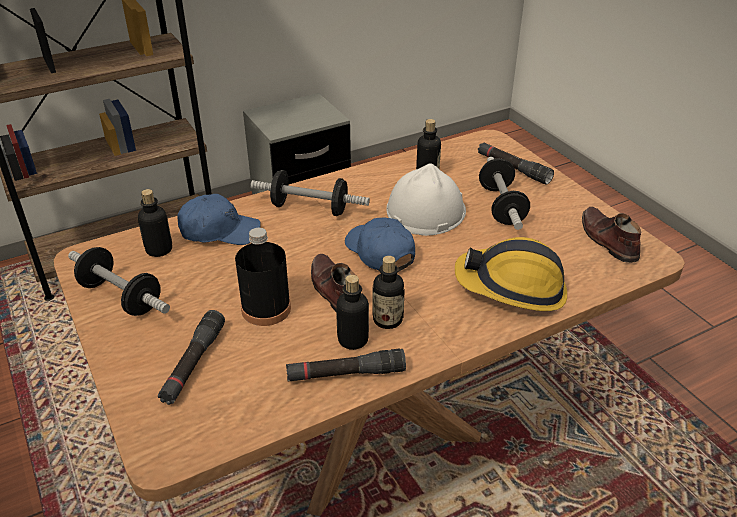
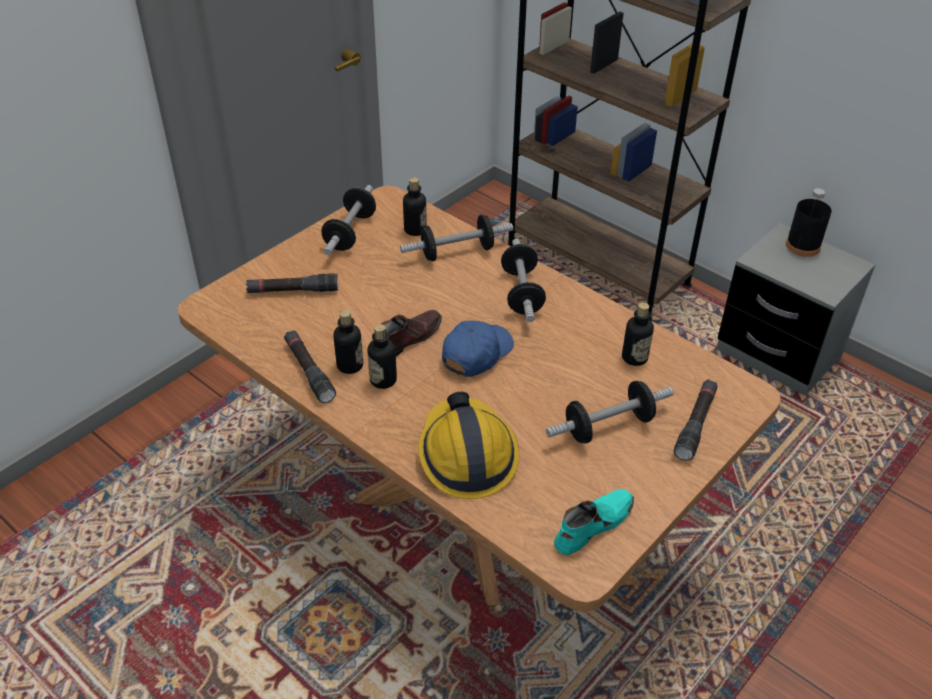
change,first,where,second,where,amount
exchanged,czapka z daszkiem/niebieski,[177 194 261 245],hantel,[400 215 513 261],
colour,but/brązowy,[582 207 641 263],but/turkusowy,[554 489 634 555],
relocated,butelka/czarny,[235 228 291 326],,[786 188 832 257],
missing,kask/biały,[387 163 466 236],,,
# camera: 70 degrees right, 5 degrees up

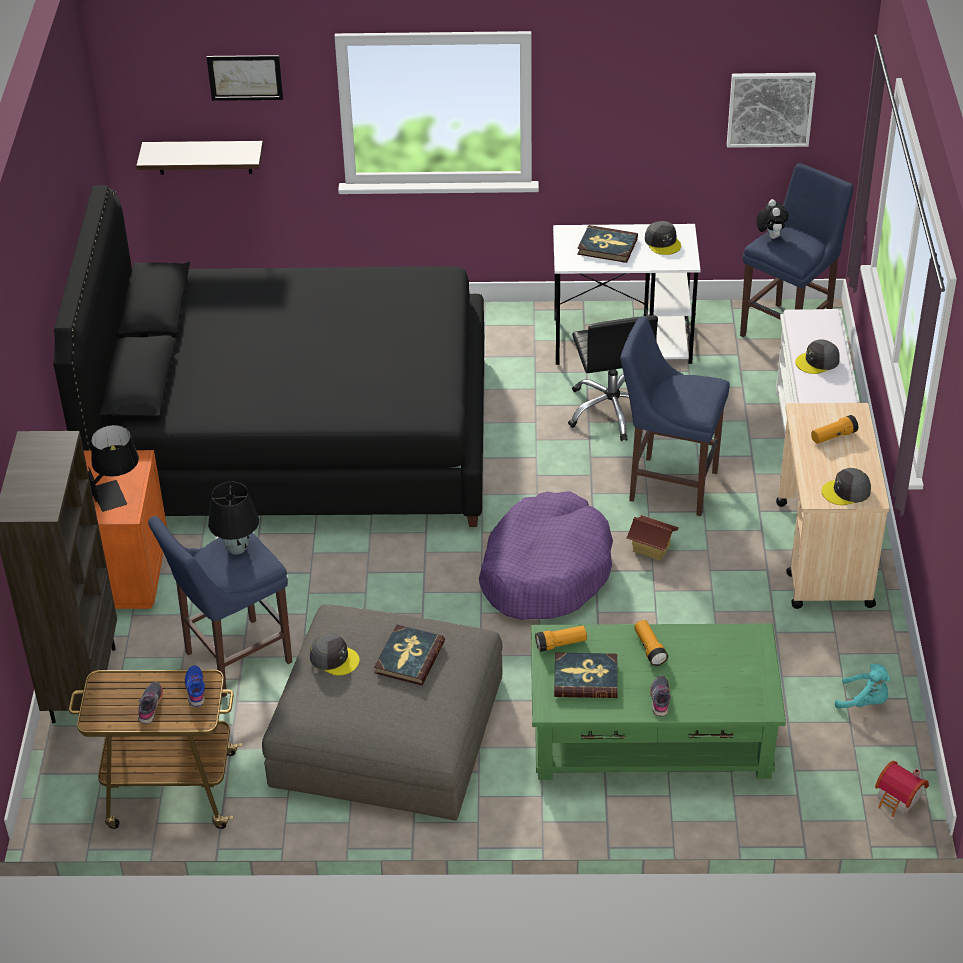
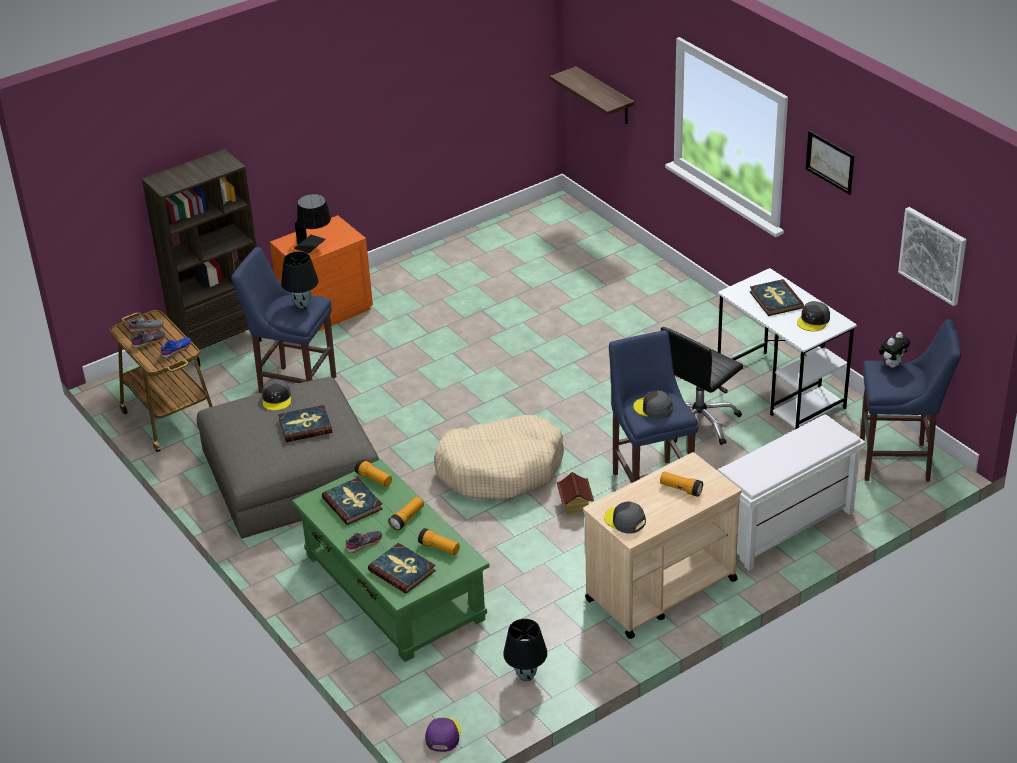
change,first,where,second,where,amount
appeared,,,but/szary,[128 317 164 333],
appeared,,,książka,[368 543 436 594],
appeared,,,latarka,[418 528 460 555],
exchanged,domek,[875 761 929 817],czapka z daszkiem/fioletowy,[425 717 461 752],
colour,legowisko/fioletowy,[479 491 613 620],legowisko/beżowy,[434 415 564 501],
exchanged,pluszak/turkusowy,[835 664 890 709],lampa stołowa/czarny,[503 619 547 681],
relocated,czapka z daszkiem/szary,[795 339 840 374],,[633 391 673 419],
relocated,obraz,[207 55 283 101],,[806 130 854 195],
missing,łóżko/czarny,[53 185 484 527],,,
# camera: 55 degrees right, 5 degrees down

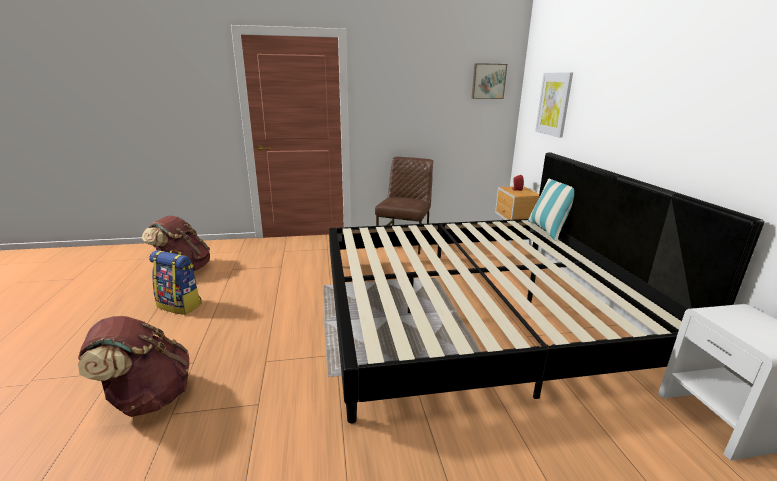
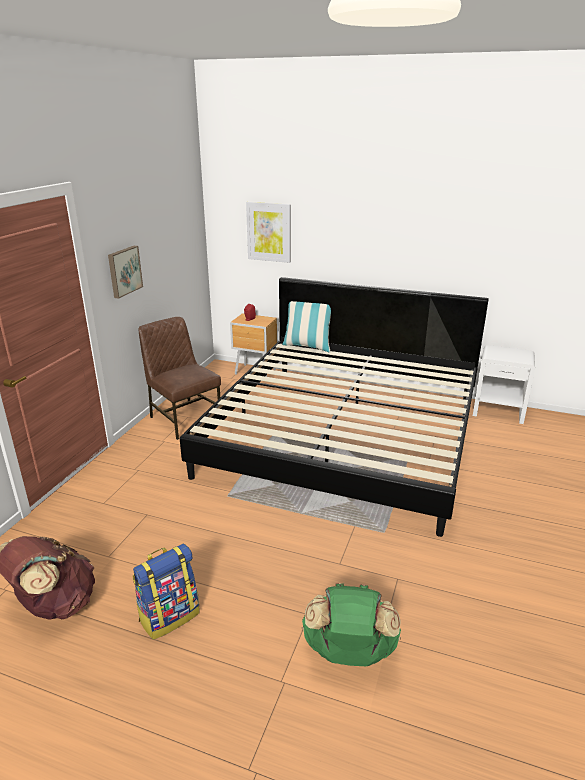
change,first,where,second,where,amount
relocated,obraz,[471 63 507 99],,[108 246 143 299],
colour,plecak/brązowy,[78 316 190 417],plecak/zielony,[302 583 401 666],
# camera: 60 degrees left, 5 degrees up

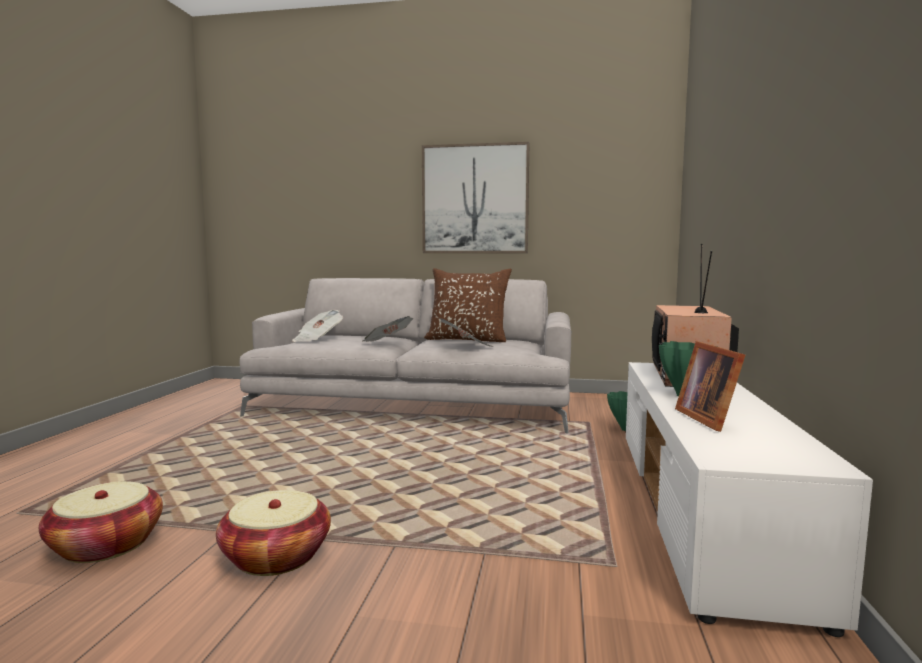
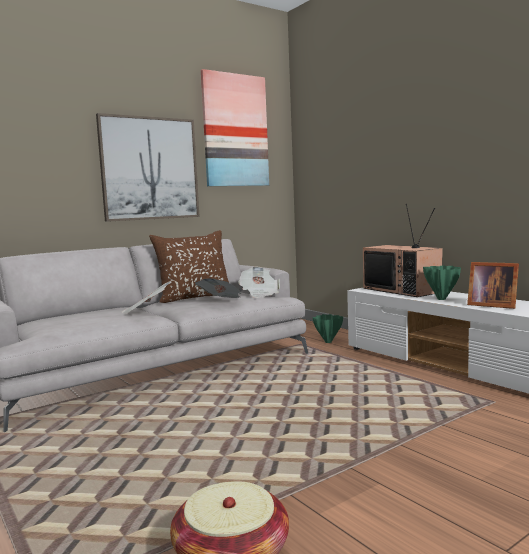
change,first,where,second,where,amount
appeared,,,obraz,[201 69 269 186],
relocated,gazeta,[292 310 343 342],,[238 267 280 298],
missing,koszyk,[216 490 331 576],,,
# camera: 45 degrees left, 0 degrees up

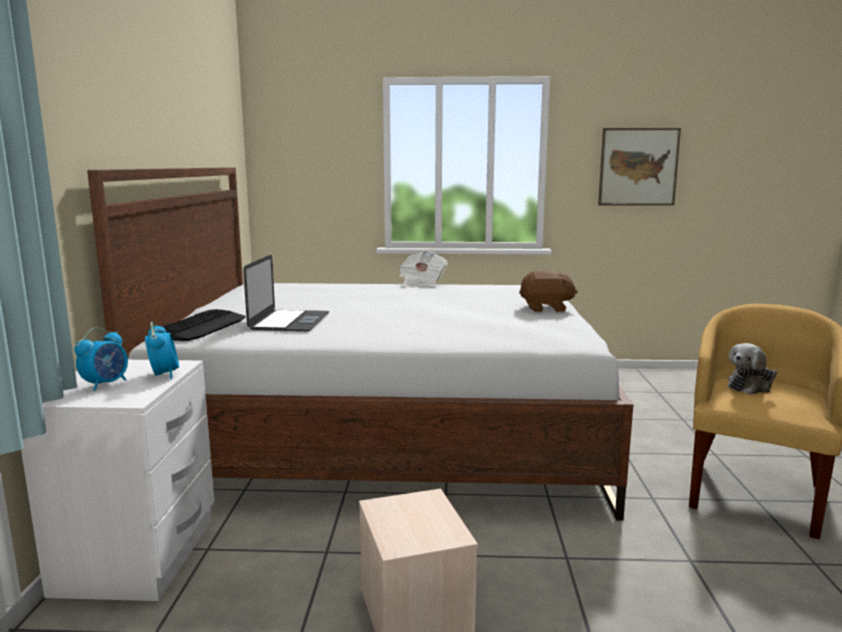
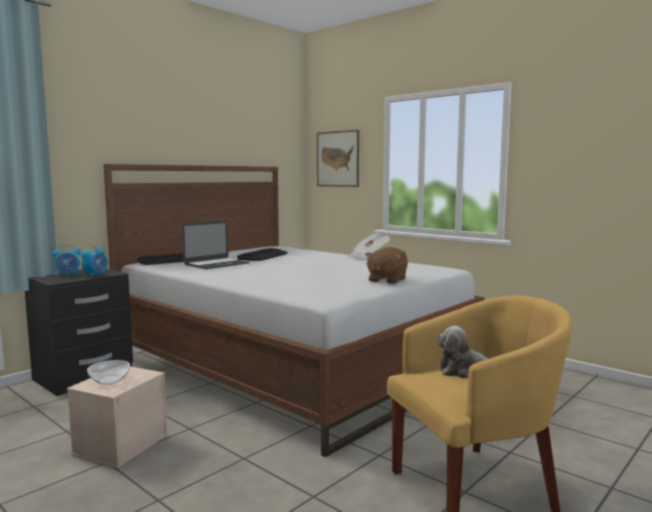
change,first,where,second,where,amount
colour,szafka nocna/biały,[21 360 214 601],szafka nocna/czarny,[25 269 133 396],
appeared,,,miska,[87 360 130 385],
appeared,,,klawiatura,[237 248 288 261],
relocated,obraz,[598 128 681 206],,[317 130 359 187],
spun,pluszak/brązowy,[519 270 578 312],,[365 247 408 284],75 degrees clockwise
# camera: 40 degrees right, 5 degrees down

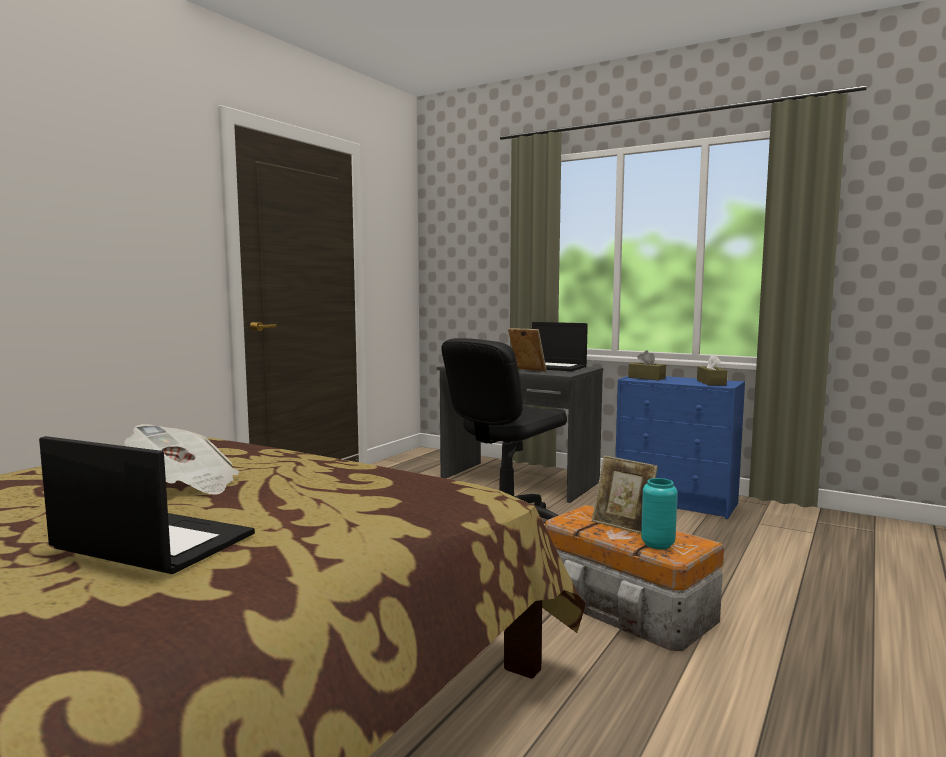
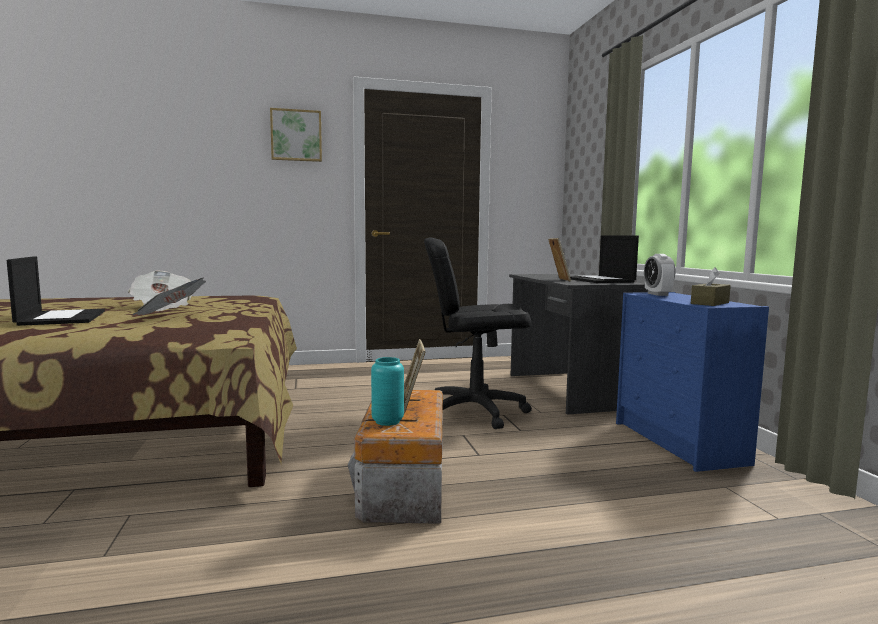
change,first,where,second,where,amount
appeared,,,gazeta,[133 278 206 315],
appeared,,,obraz,[270 108 322 162],
exchanged,pudełko chusteczek/brązowy,[628 351 666 380],budzik,[644 254 675 296],
# camera: 45 degrees right, 0 degrees up

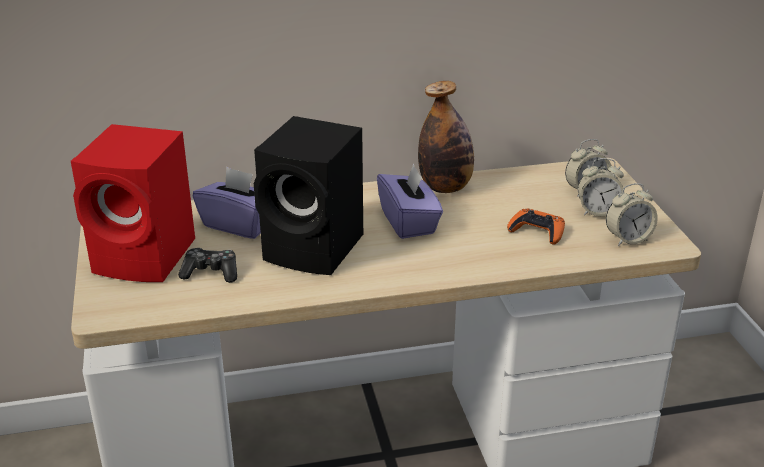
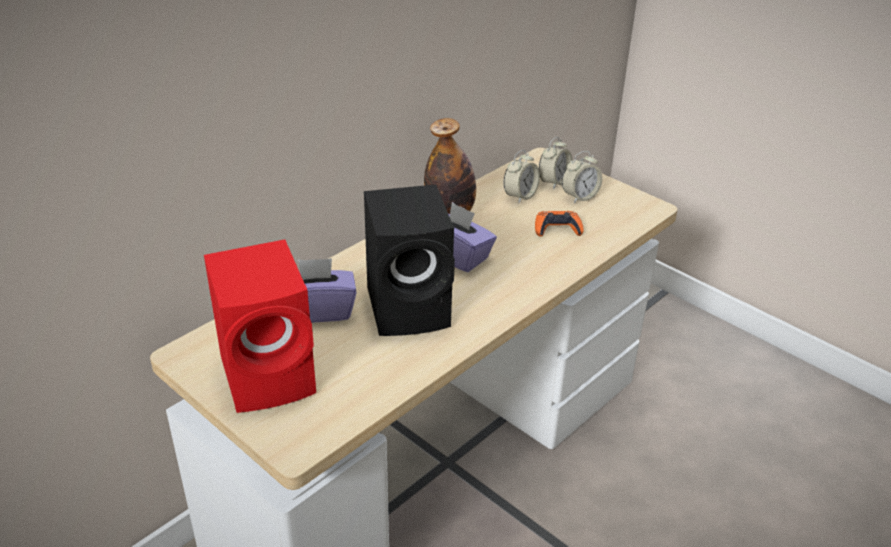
change,first,where,second,where,amount
relocated,budzik,[606 183 658 246],,[504 150 540 203],
missing,pad do gier,[178 248 237 283],,,
# camera: 35 degrees left, 5 degrees up

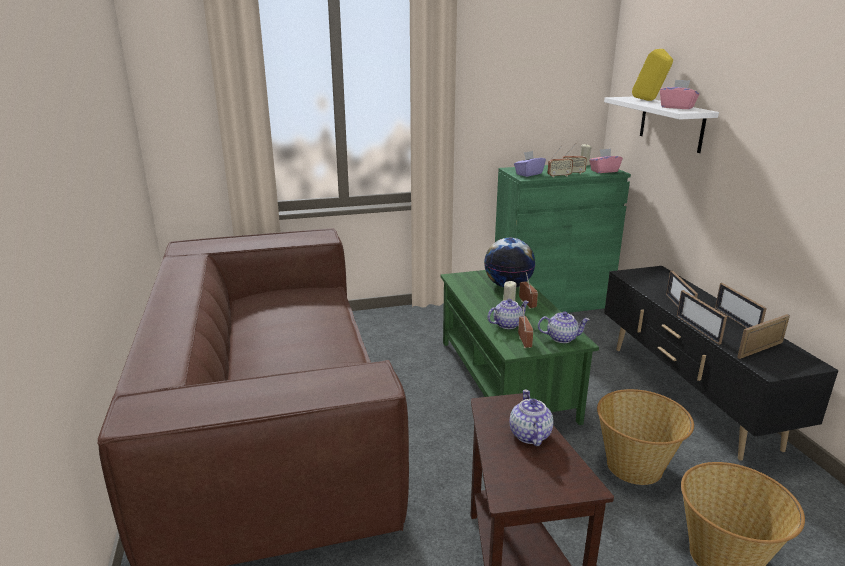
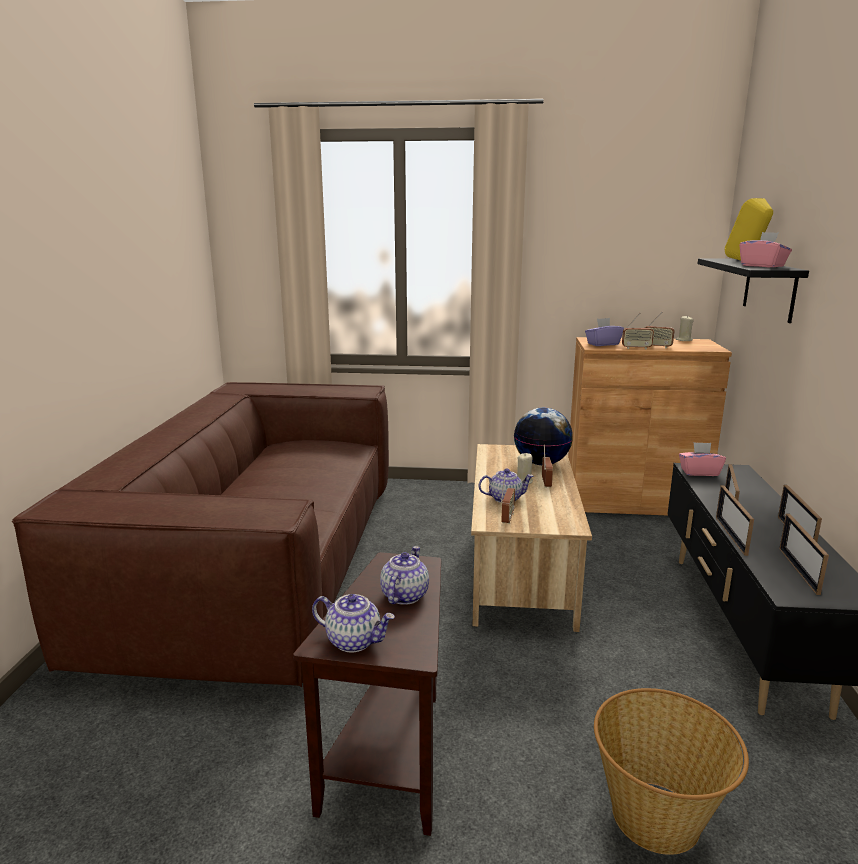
change,first,where,second,where,amount
relocated,imbryk,[538 311 590 343],,[312 594 395 653],
colour,ława/zielony,[440 270 599 425],ława/beżowy,[471 444 592 632],
colour,szafka/zielony,[495 165 631 313],szafka/brązowy,[568 337 732 516],
relocated,pudełko chusteczek/różowy,[589 149 623 173],,[679 442 726 476],
colour,półka/biały,[604 96 719 153],półka/czarny,[698 258 809 323],
spun,ramka na zdjęcie,[737 314 790 359],,[779 513 829 595],75 degrees counterclockwise
missing,koszyk,[597 389 694 485],,,
# camera: 20 degrees right, 5 degrees down

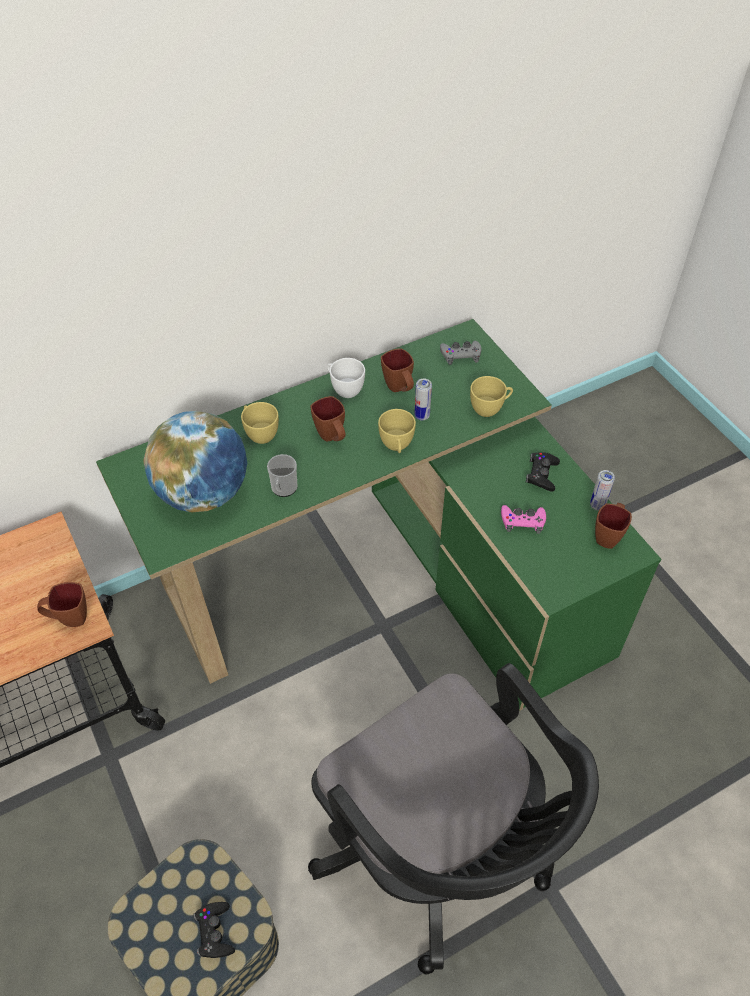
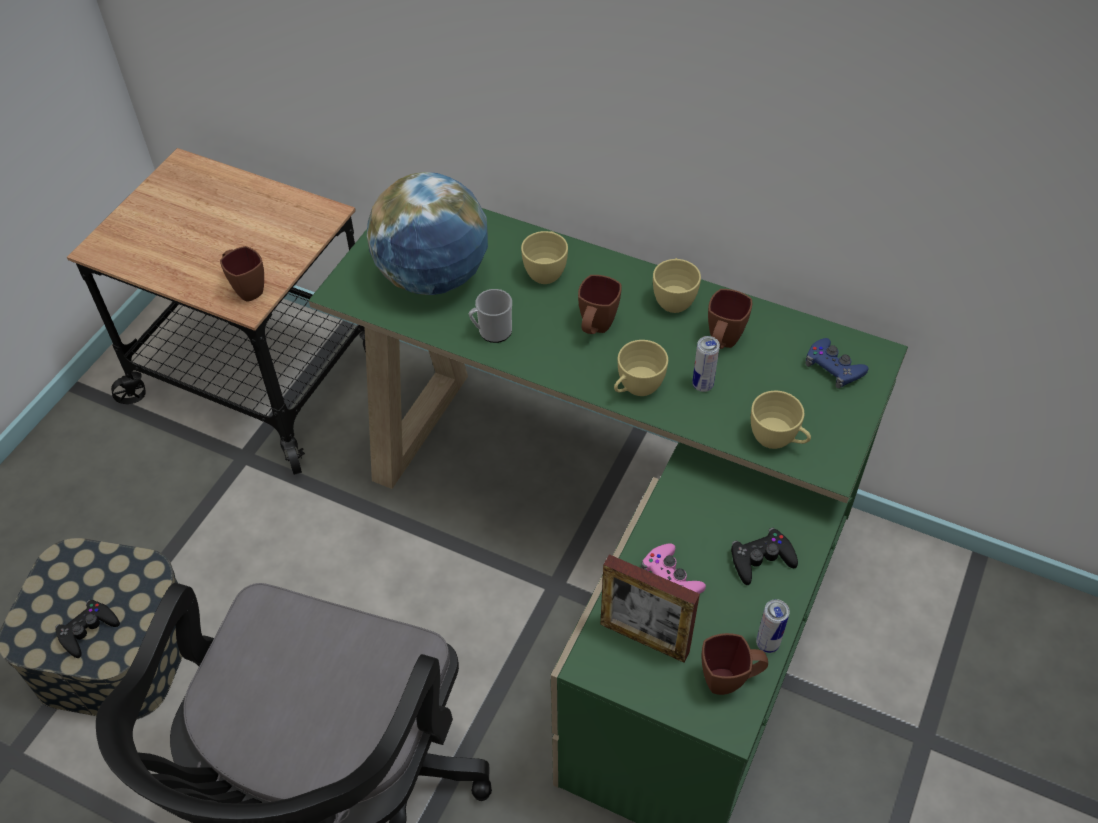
change,first,where,second,where,amount
appeared,,,ramka na zdjęcie,[600 554 700 663],
colour,filiżanka/biały,[327 358 365 398],filiżanka/żółty,[653 258 701 313],
colour,pad do gier/szary,[440 341 482 365],pad do gier/niebieski,[805 338 868 389],
# camera: 55 degrees right, 0 degrees up

